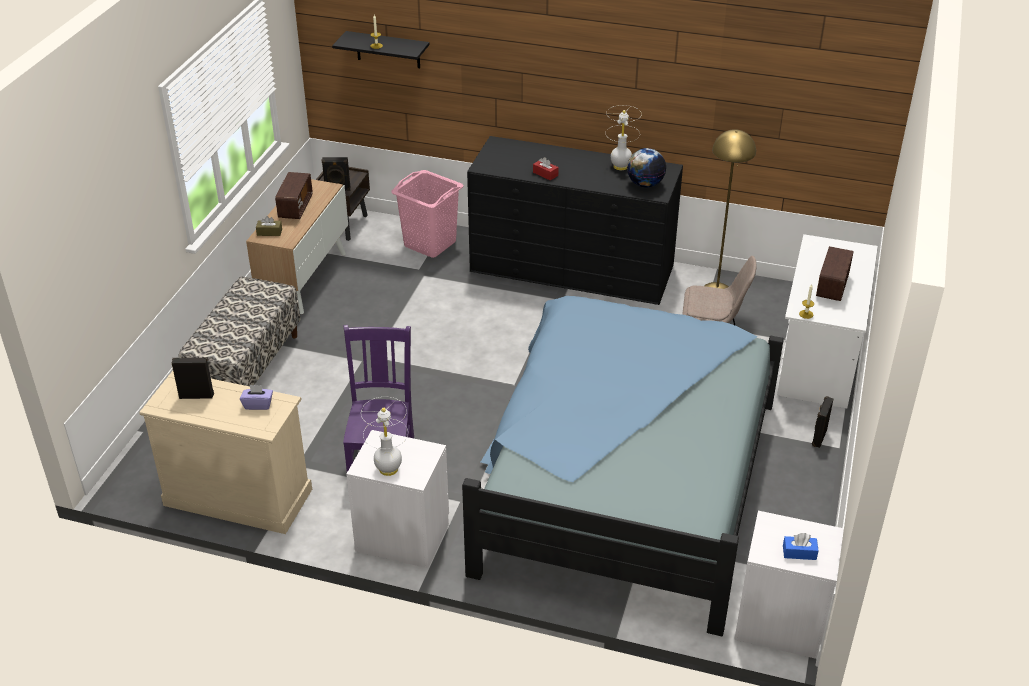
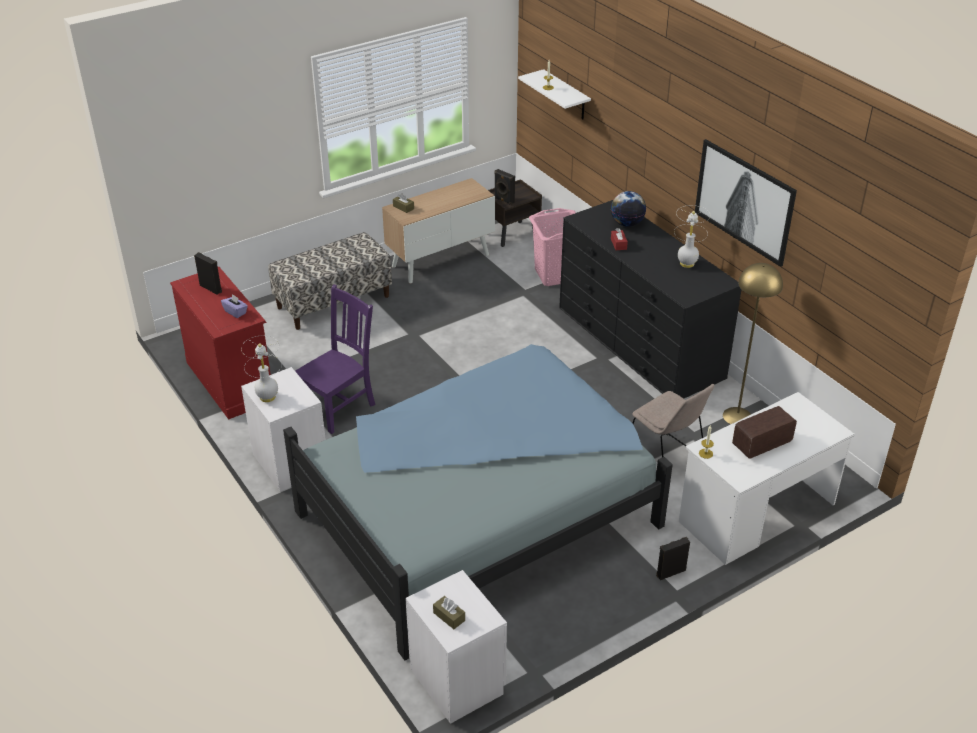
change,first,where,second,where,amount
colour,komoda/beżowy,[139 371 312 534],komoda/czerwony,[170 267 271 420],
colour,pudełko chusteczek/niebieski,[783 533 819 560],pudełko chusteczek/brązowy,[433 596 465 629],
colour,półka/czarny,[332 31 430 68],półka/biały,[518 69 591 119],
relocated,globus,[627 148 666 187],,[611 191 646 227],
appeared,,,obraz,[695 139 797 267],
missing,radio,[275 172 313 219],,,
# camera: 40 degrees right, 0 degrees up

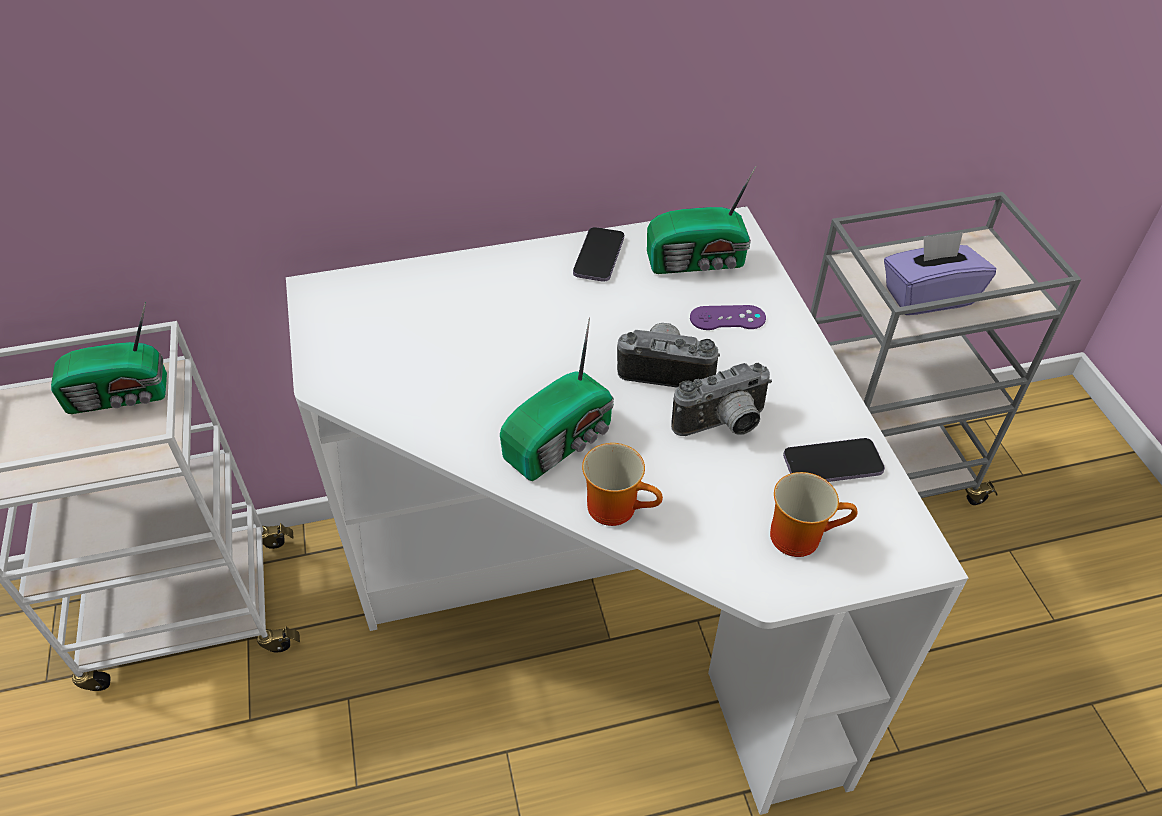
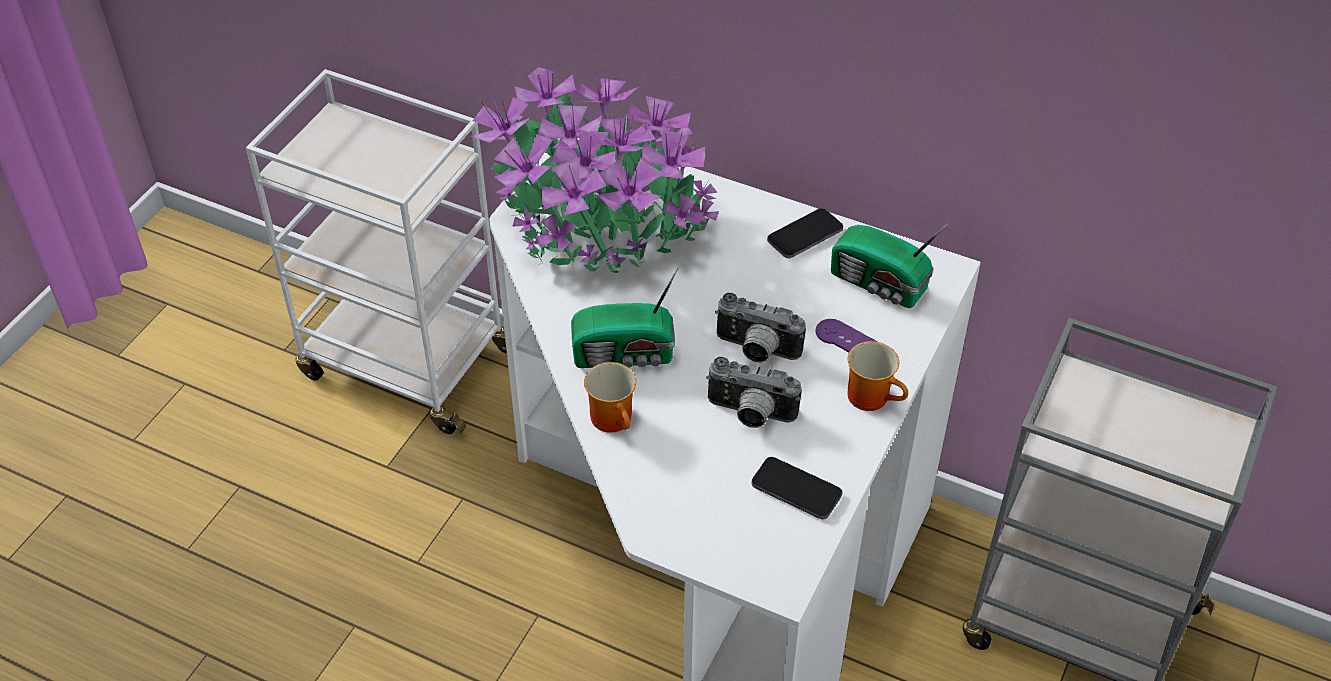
change,first,where,second,where,amount
appeared,,,roślina doniczkowa,[471 66 719 273],
spun,aparat fotograficzny,[617 323 720 387],,[715 293 806 363],150 degrees clockwise
relocated,kubek,[770 472 858 557],,[847 341 908 411],
missing,radio,[51 302 167 414],,,
missing,pudełko chusteczek/fioletowy,[884 232 996 315],,,
# camera: 40 degrees right, 0 degrees up

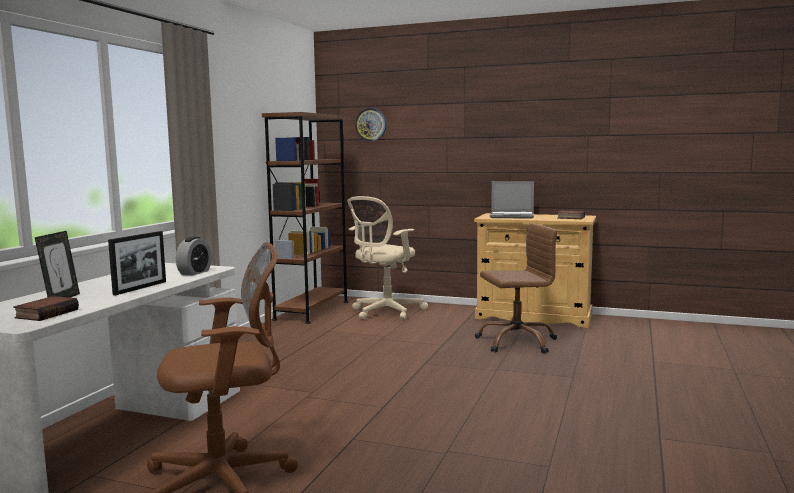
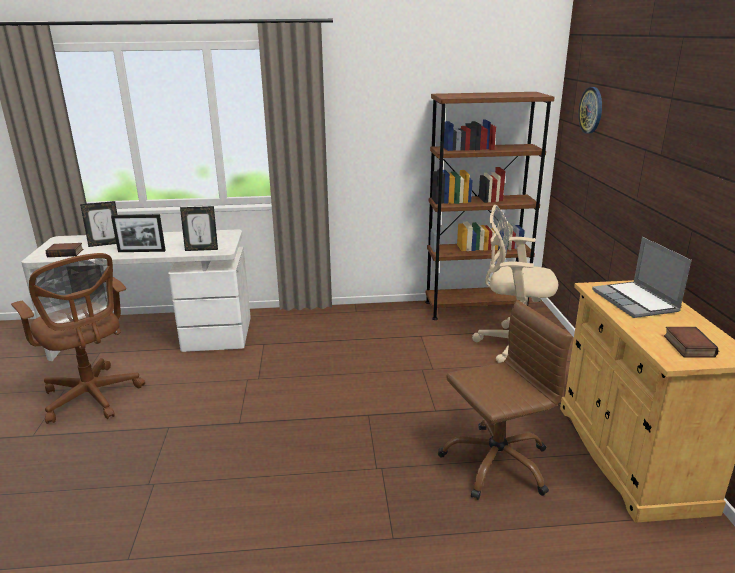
change,first,where,second,where,amount
exchanged,budzik,[176 237 212 275],ramka na zdjęcie,[180 206 218 251],
spun,krzesło biurowe/brązowy,[475 223 557 353],,[438 300 572 500],75 degrees counterclockwise
# camera: 65 degrees right, 15 degrees up

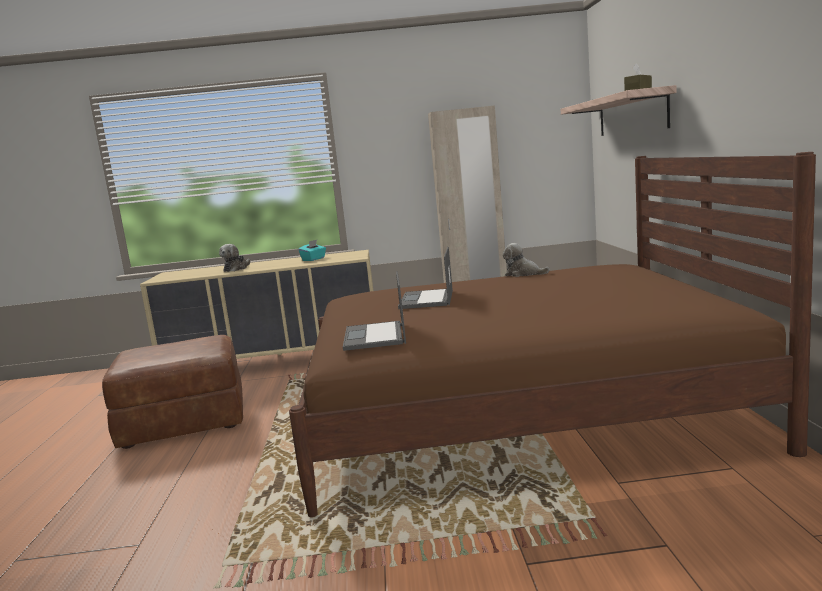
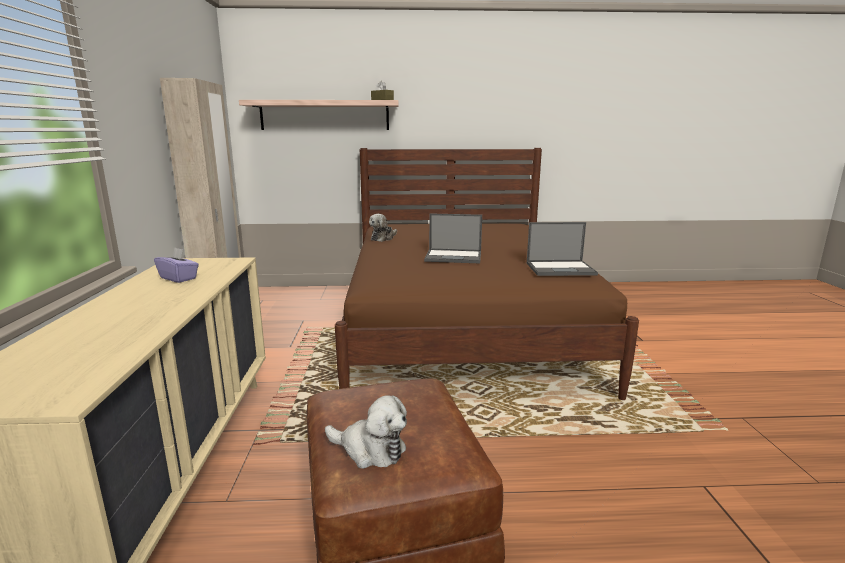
change,first,where,second,where,amount
colour,pudełko chusteczek/turkusowy,[298 240 326 261],pudełko chusteczek/fioletowy,[154 247 199 283],
relocated,pluszak,[219 244 251 272],,[325 395 407 469],
# camera: 90 degrees left, 5 degrees up

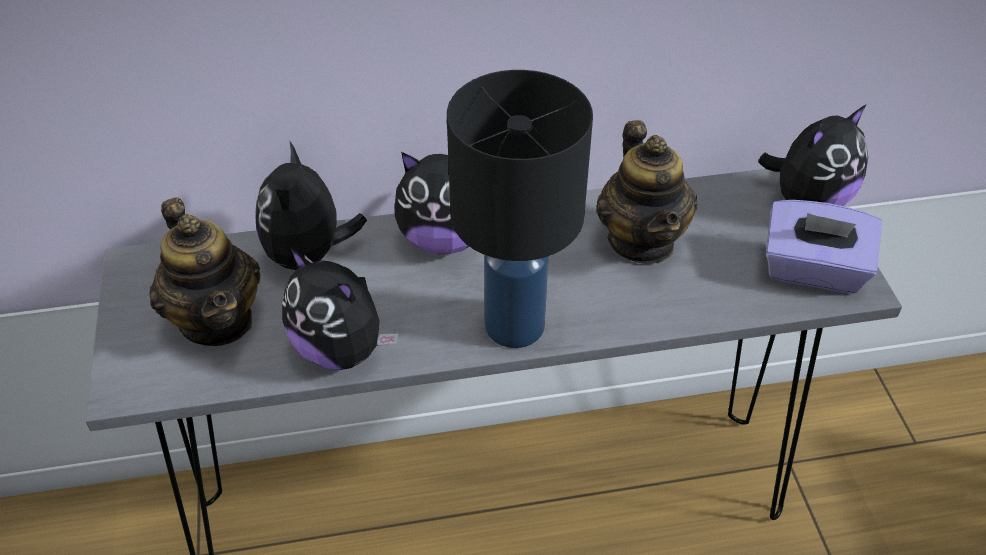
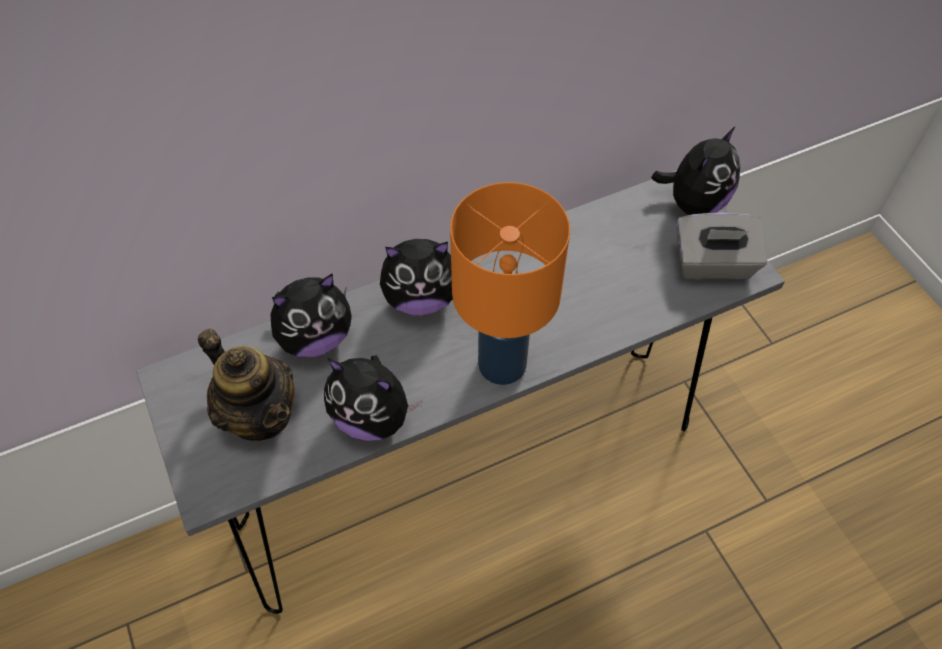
change,first,where,second,where,amount
spun,pluszak,[255 142 367 270],,[270 273 352 357],105 degrees counterclockwise
colour,lampa stołowa/czarny,[447 70 593 348],lampa stołowa/pomarańczowy,[450 182 570 385],
colour,pudełko chusteczek/fioletowy,[766 200 882 294],pudełko chusteczek/szary,[676 213 767 279],
missing,imbryk,[596 120 698 264],,,
# camera: 15 degrees left, 10 degrees up

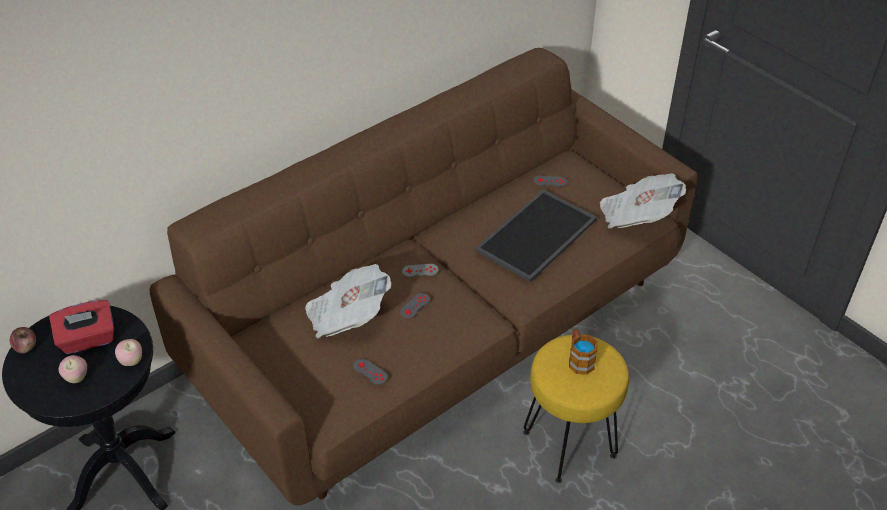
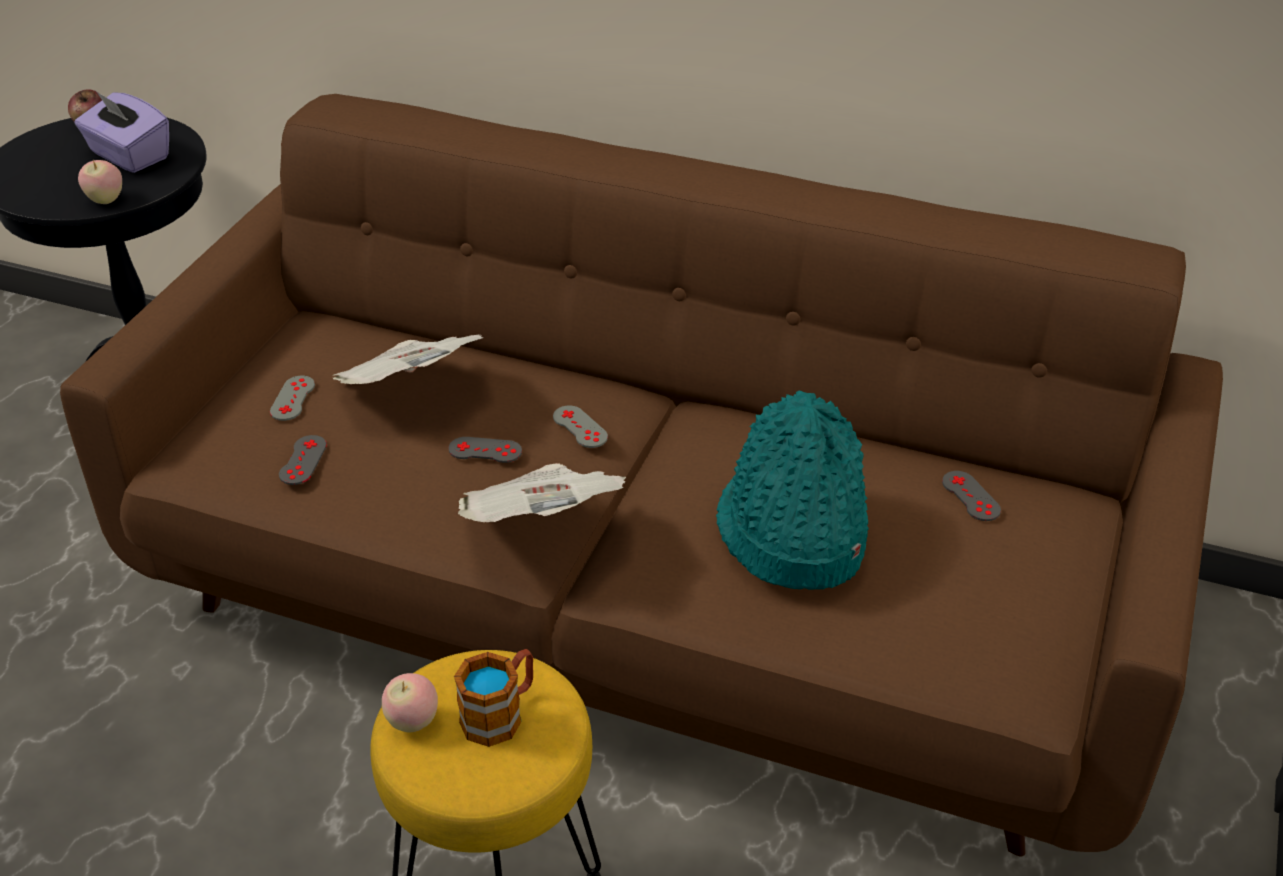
change,first,where,second,where,amount
colour,pudełko chusteczek/czerwony,[49 300 114 354],pudełko chusteczek/fioletowy,[75 90 169 173],
appeared,,,pad do gier/szary,[270 376 315 421],
relocated,jabłko,[59 355 87 383],,[382 673 438 732],
relocated,gazeta,[600 173 686 229],,[458 463 626 522],
exchanged,taca,[475 189 597 282],kapelusz/turkusowy,[716 390 869 590],
# camera: 60 degrees right, 5 degrees down

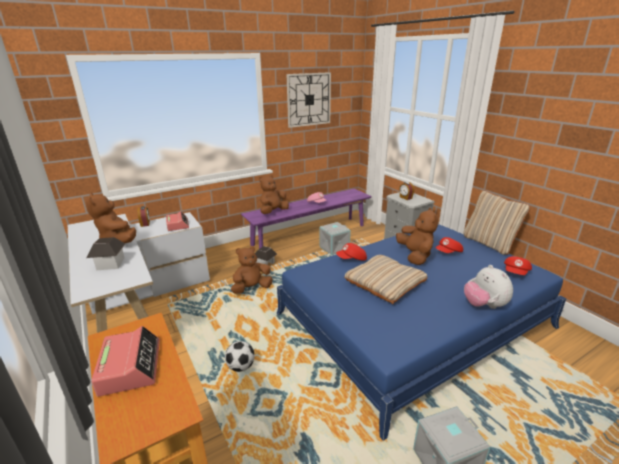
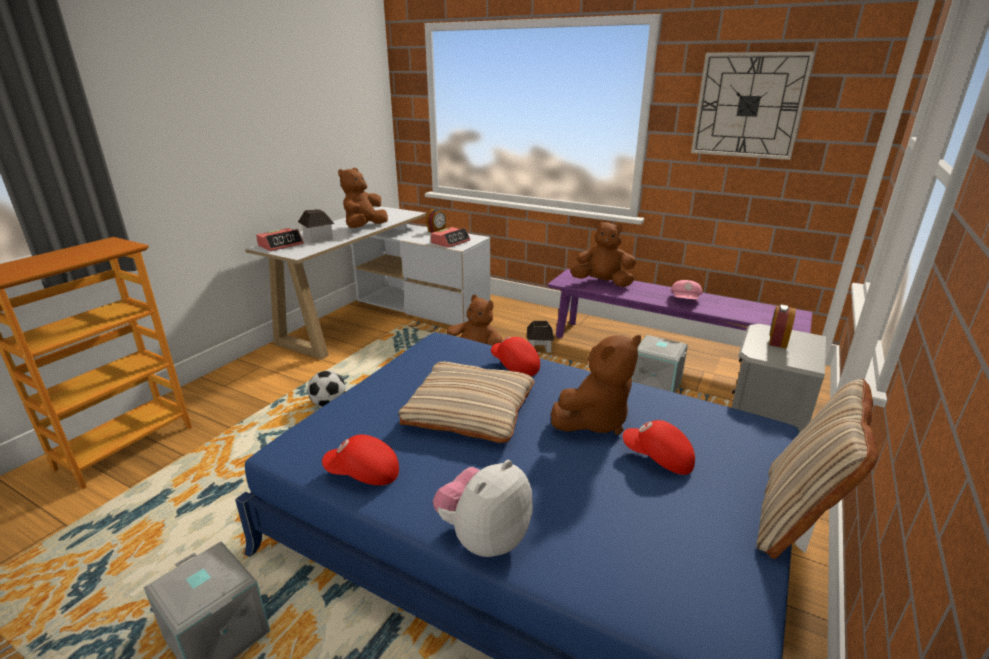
change,first,where,second,where,amount
relocated,budzik,[91 326 160 397],,[256 228 304 251],
relocated,czapka z daszkiem/czerwony,[504 256 532 275],,[322 434 399 485],
# camera: 60 degrees right, 0 degrees up

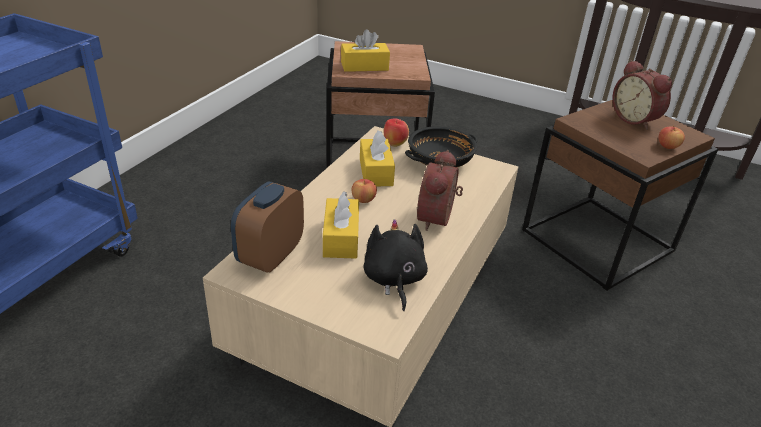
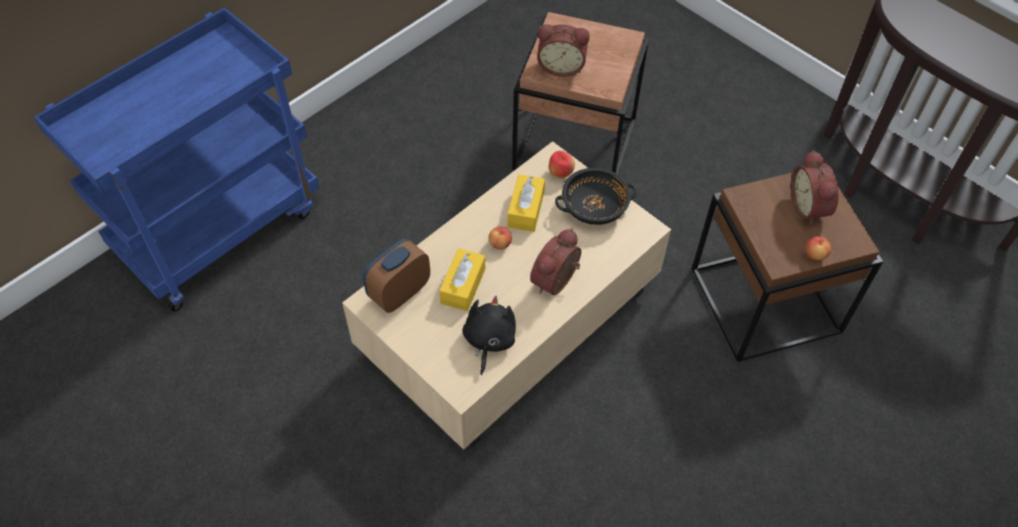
change,first,where,second,where,amount
exchanged,pudełko chusteczek/żółty,[341 29 390 72],budzik,[537 24 590 77],
# camera: 20 degrees right, 20 degrees up

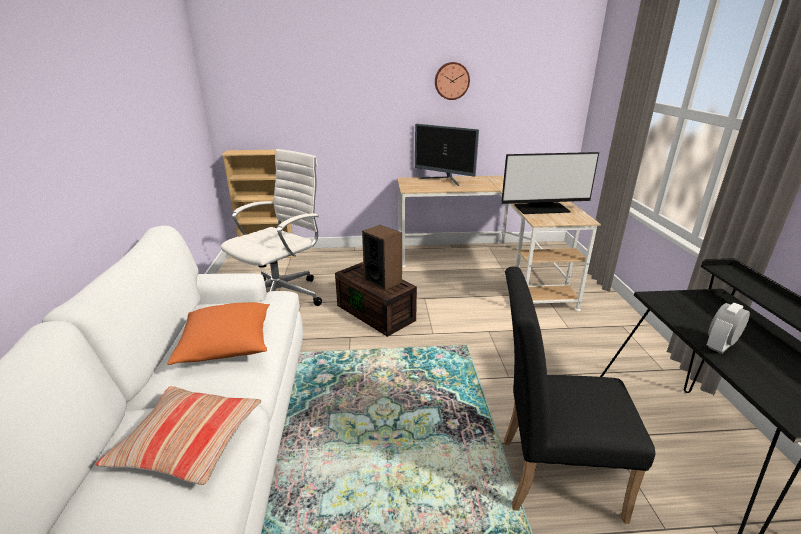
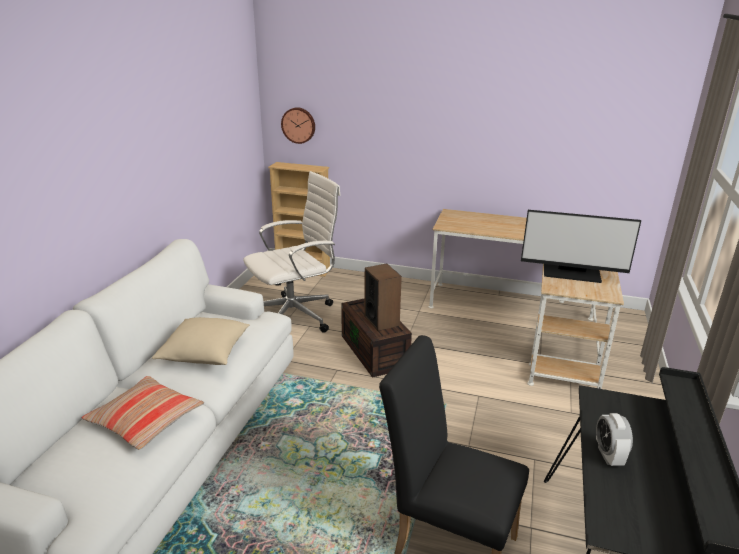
change,first,where,second,where,amount
colour,poduszka/pomarańczowy,[167 302 270 365],poduszka/beżowy,[152 317 250 365],
relocated,zegar ścienny,[435 62 470 100],,[281 107 315 144],
spun,budzik,[707 303 750 354],,[596 413 633 466],75 degrees counterclockwise
missing,monitor,[415 124 479 186],,,
# camera: 20 degrees right, 0 degrees up

